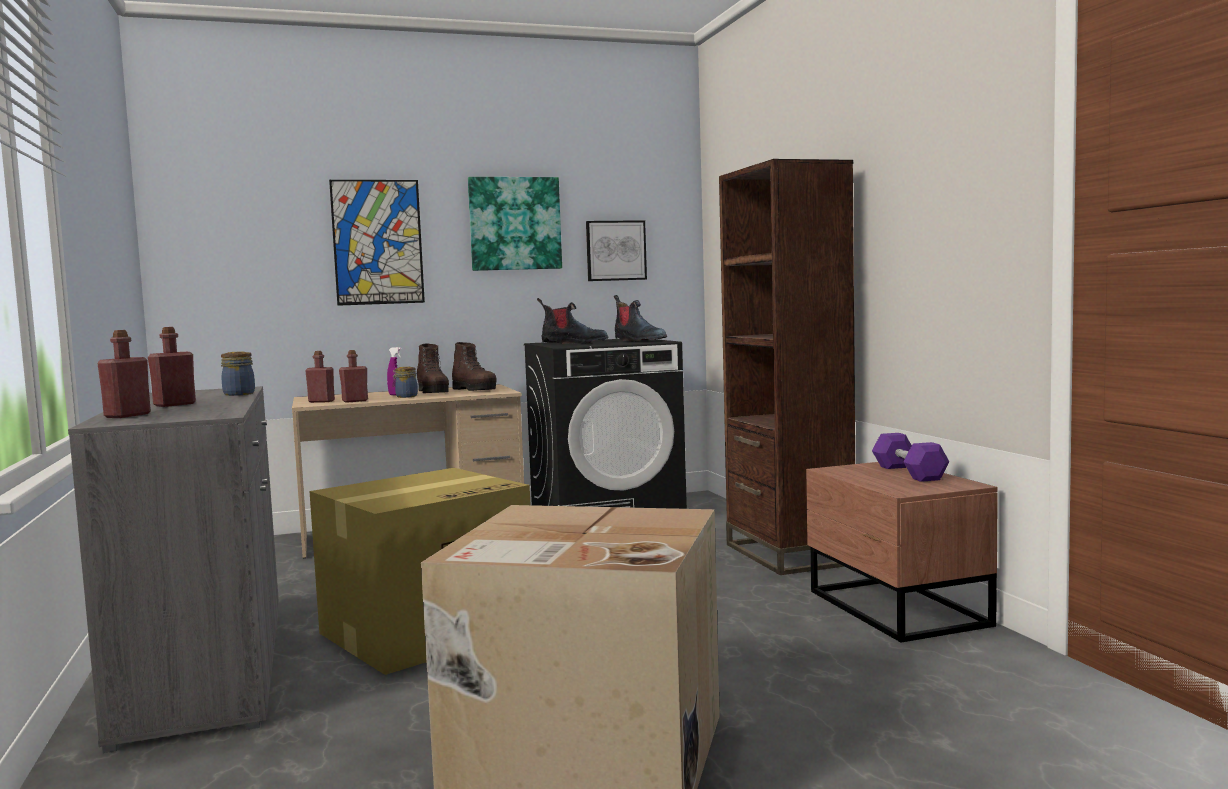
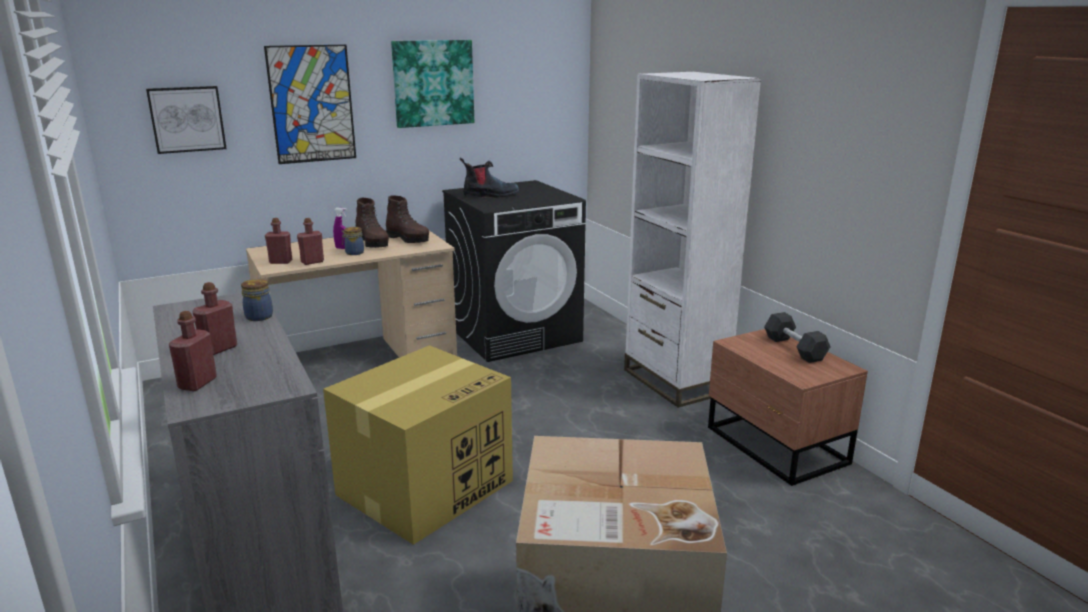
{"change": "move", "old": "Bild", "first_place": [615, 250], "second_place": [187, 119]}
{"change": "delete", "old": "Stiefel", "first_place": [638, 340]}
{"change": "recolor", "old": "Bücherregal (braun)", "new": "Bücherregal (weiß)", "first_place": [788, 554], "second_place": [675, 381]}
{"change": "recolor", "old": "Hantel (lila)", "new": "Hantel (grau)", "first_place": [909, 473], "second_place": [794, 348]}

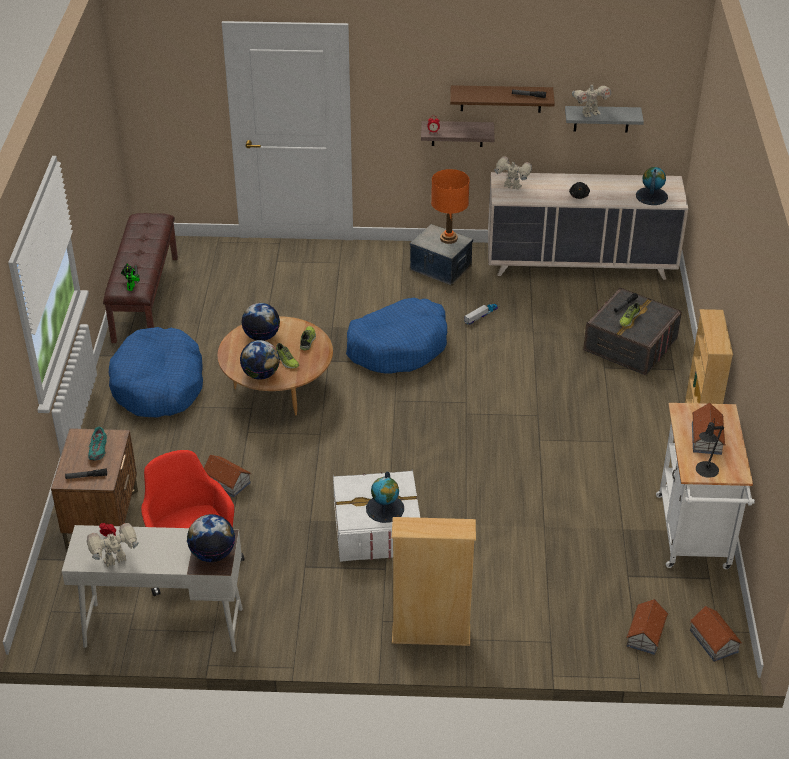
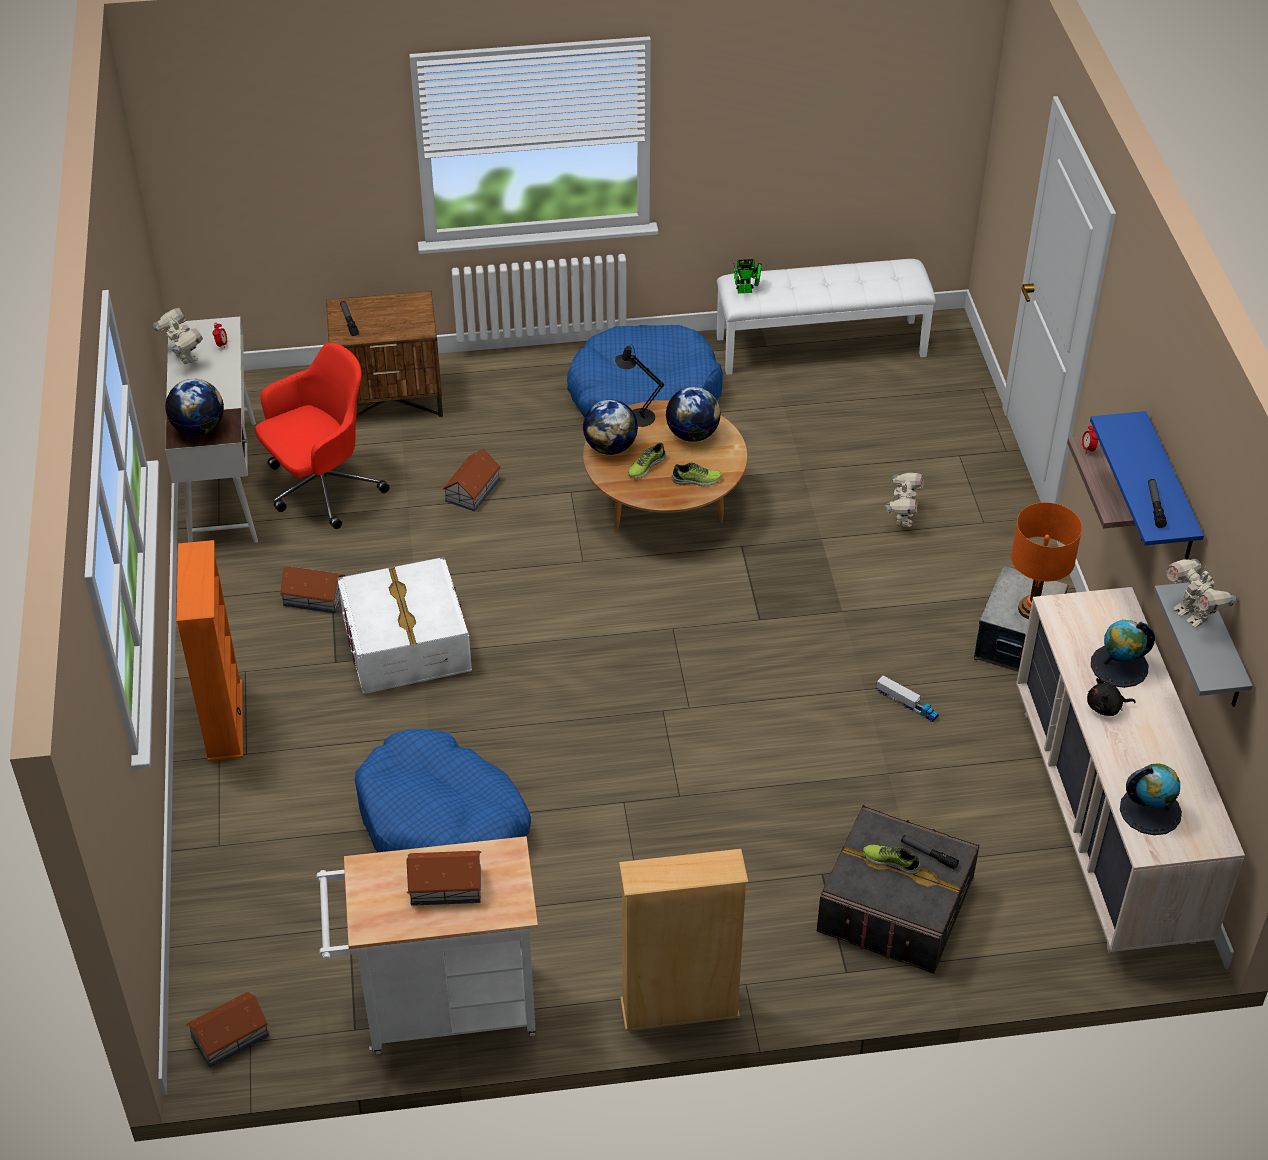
{"change": "delete", "old": "Schuh (türkis)", "first_place": [98, 449]}
{"change": "recolor", "old": "Bank (braun)", "new": "Bank (weiß)", "first_place": [145, 298], "second_place": [821, 346]}
{"change": "move", "old": "Hundebett (blau)", "first_place": [398, 346], "second_place": [442, 822]}
{"change": "move", "old": "Globus", "first_place": [385, 508], "second_place": [1119, 666]}
{"change": "recolor", "old": "Bücherregal (beige)", "new": "Bücherregal (orange)", "first_place": [431, 635], "second_place": [224, 721]}
{"change": "recolor", "old": "Wandregal (braun)", "new": "Wandregal (blau)", "first_place": [501, 98], "second_place": [1169, 490]}
{"change": "move", "old": "Spielzeugroboter", "first_place": [512, 187], "second_place": [902, 518]}
{"change": "move", "old": "Spielzeughaus", "first_place": [645, 634], "second_place": [314, 596]}
{"change": "move", "old": "Tischlampe (schwarz)", "first_place": [705, 471], "second_place": [637, 416]}

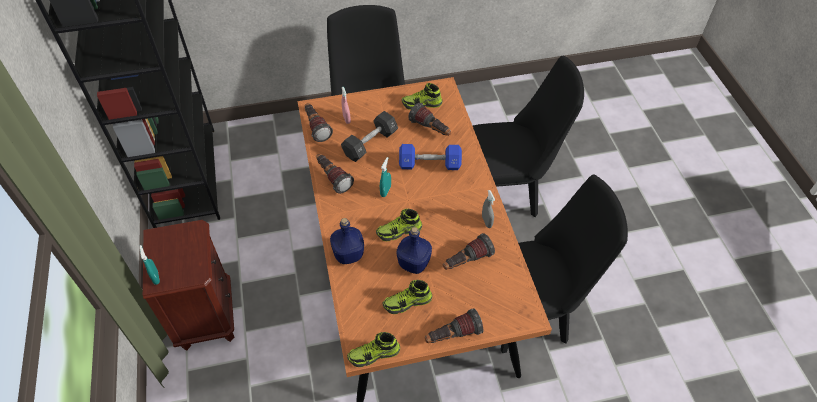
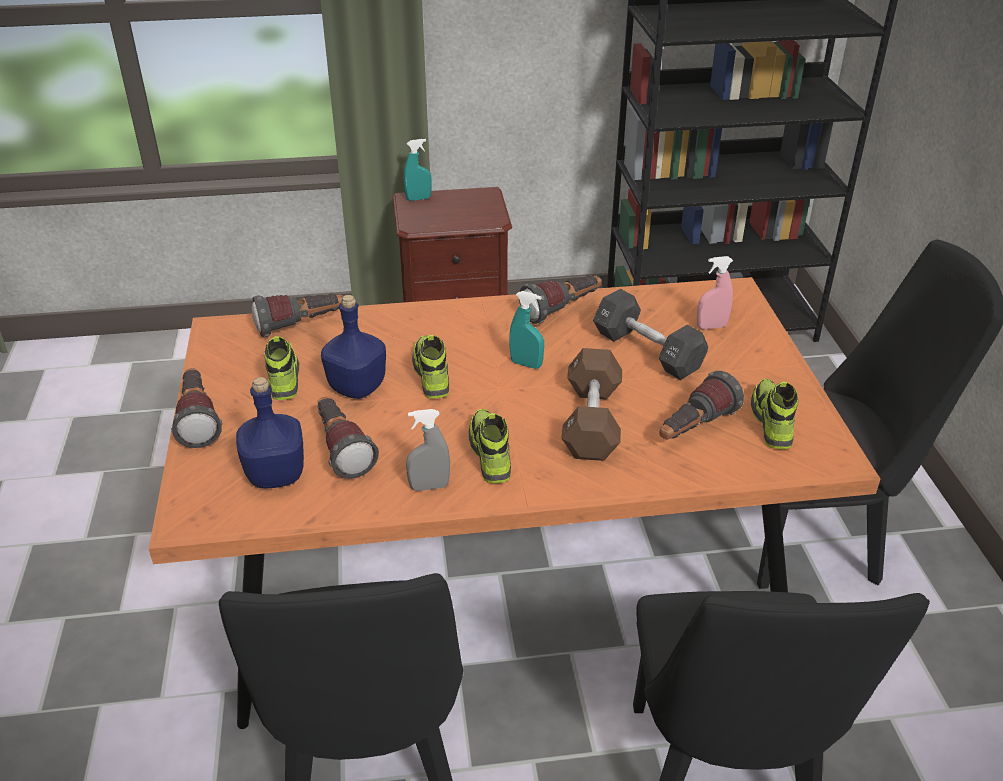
{"change": "move", "old": "Taschenlampe", "first_place": [316, 127], "second_place": [301, 326]}
{"change": "move", "old": "Flasche (blau)", "first_place": [349, 254], "second_place": [276, 476]}
{"change": "move", "old": "Schuh", "first_place": [374, 354], "second_place": [489, 454]}
{"change": "recolor", "old": "Hantel (blau)", "new": "Hantel (braun)", "first_place": [429, 164], "second_place": [591, 421]}

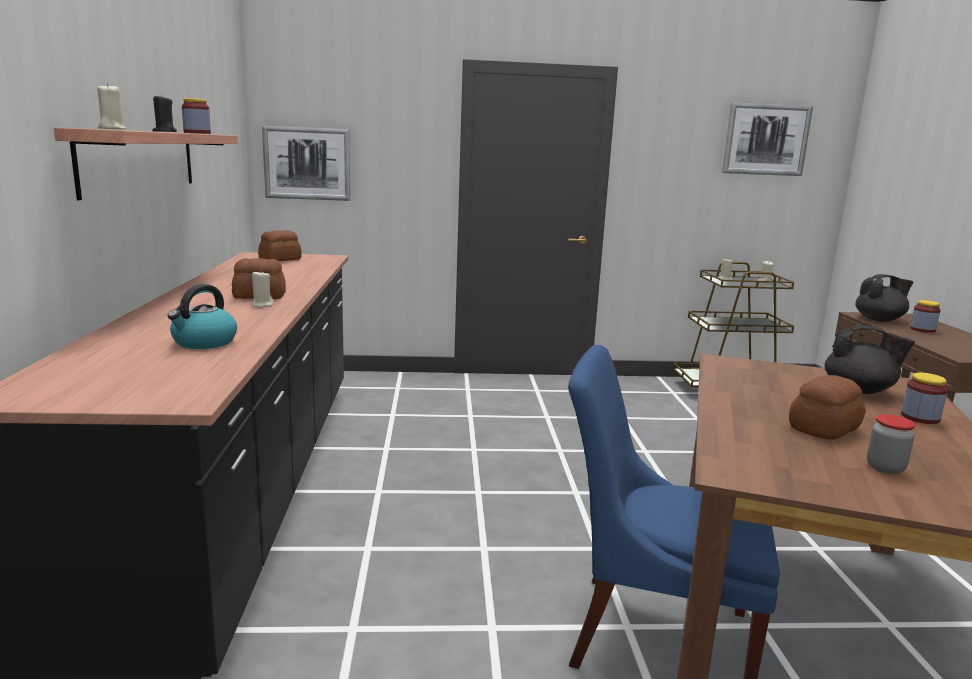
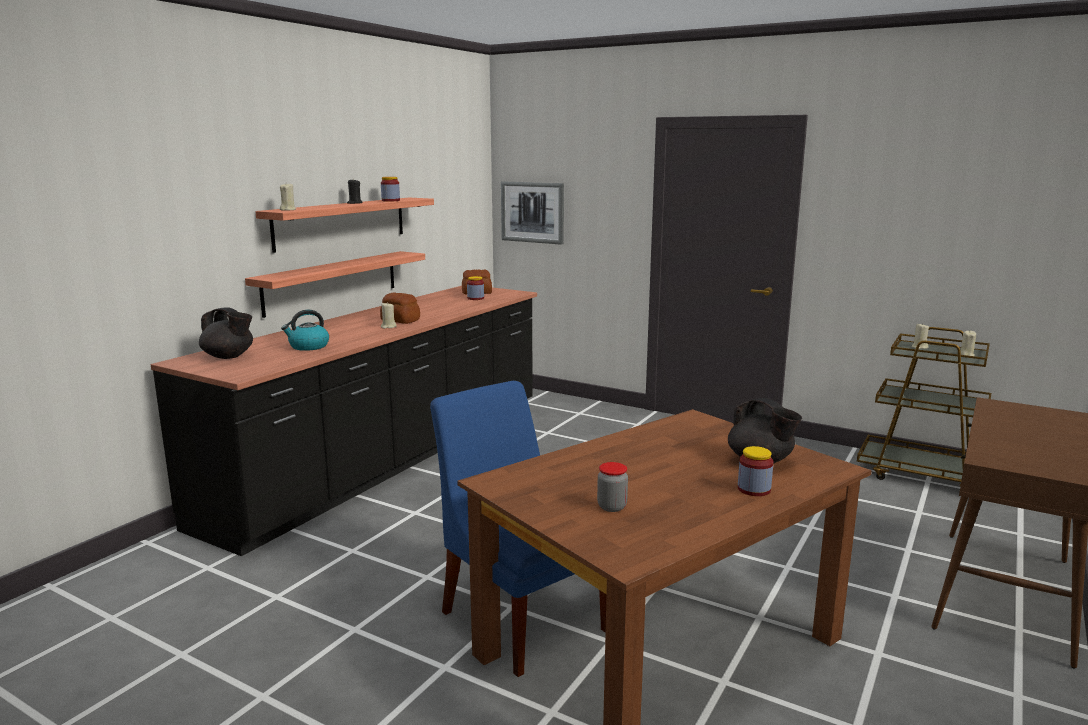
{"change": "delete", "old": "Bild", "first_place": [766, 139]}
{"change": "delete", "old": "Brot", "first_place": [822, 428]}
{"change": "move", "old": "Teekanne (schwarz)", "first_place": [879, 319], "second_place": [229, 357]}
{"change": "move", "old": "Vorratsglas", "first_place": [922, 330], "second_place": [475, 298]}
{"change": "insert", "new": "Wandregal", "second_place": [332, 282]}

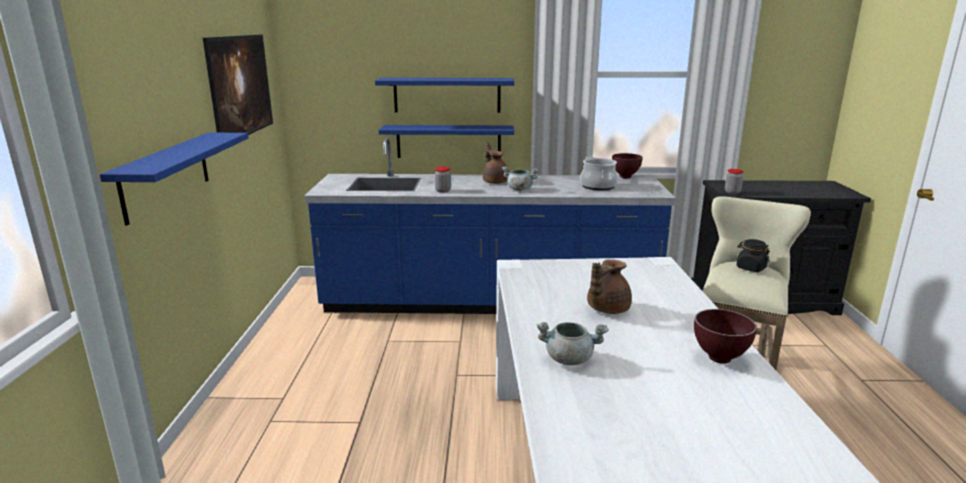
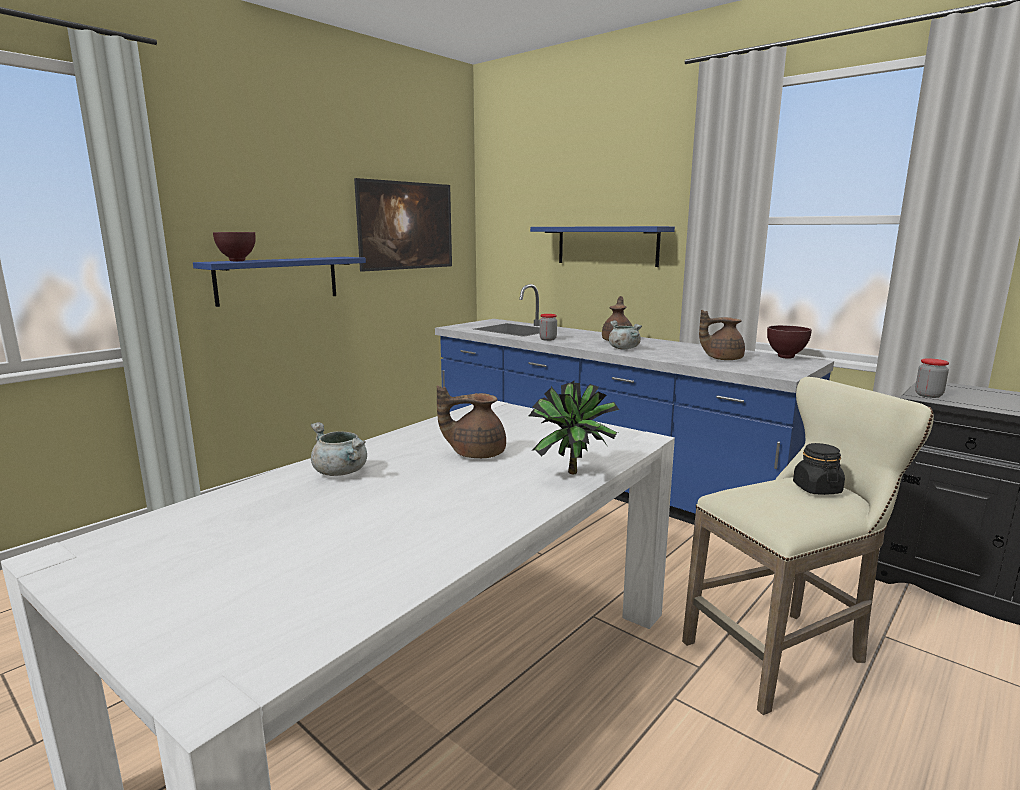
{"change": "delete", "old": "Wandregal (blau)", "first_place": [448, 141]}
{"change": "replace", "old": "Kochtopf", "new": "Teekanne (braun)", "first_place": [598, 186], "second_place": [721, 359]}
{"change": "move", "old": "Schüssel (braun)", "first_place": [721, 359], "second_place": [237, 261]}
{"change": "insert", "new": "Topfpflanze", "second_place": [573, 475]}

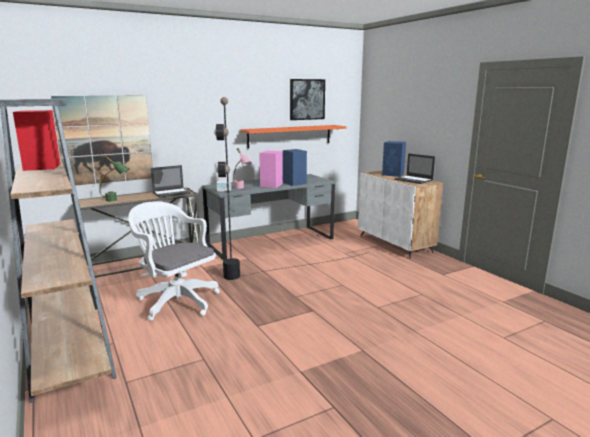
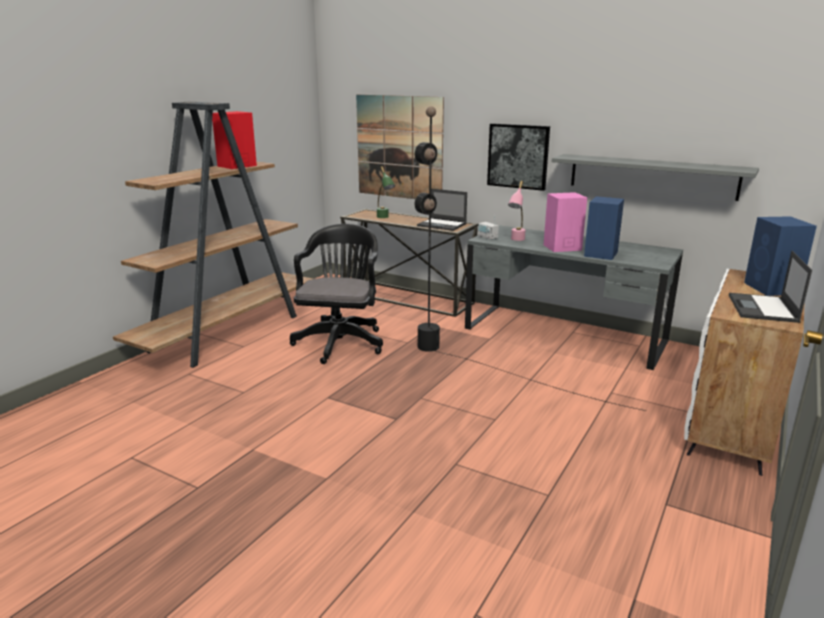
{"change": "recolor", "old": "Bürostuhl (weiß)", "new": "Bürostuhl (schwarz)", "first_place": [176, 301], "second_place": [341, 341]}
{"change": "recolor", "old": "Wandregal (orange)", "new": "Wandregal (grau)", "first_place": [290, 136], "second_place": [652, 176]}
{"change": "move", "old": "Bild", "first_place": [307, 99], "second_place": [518, 156]}

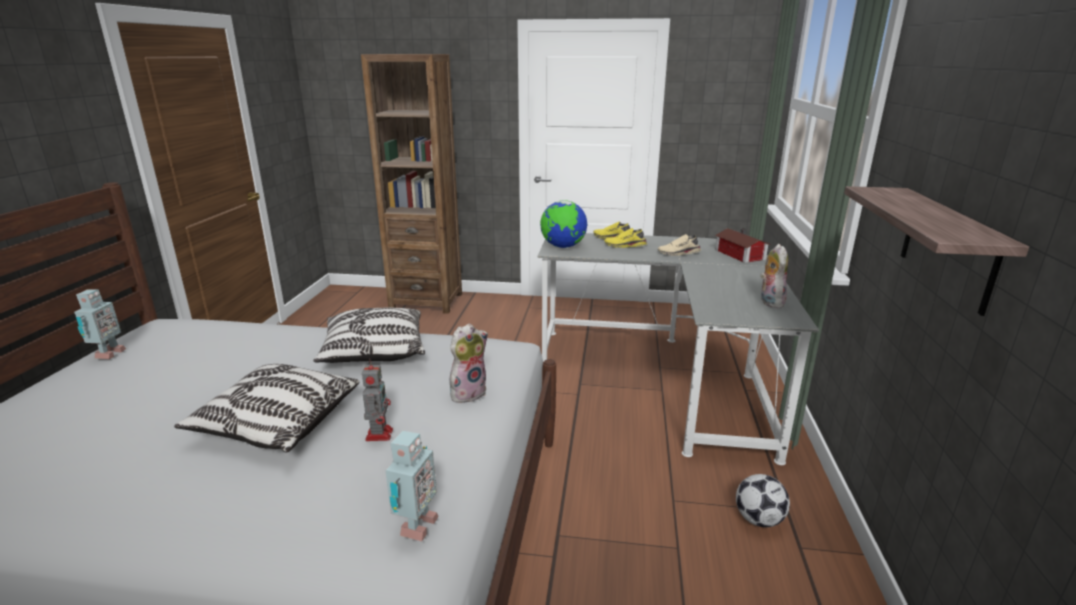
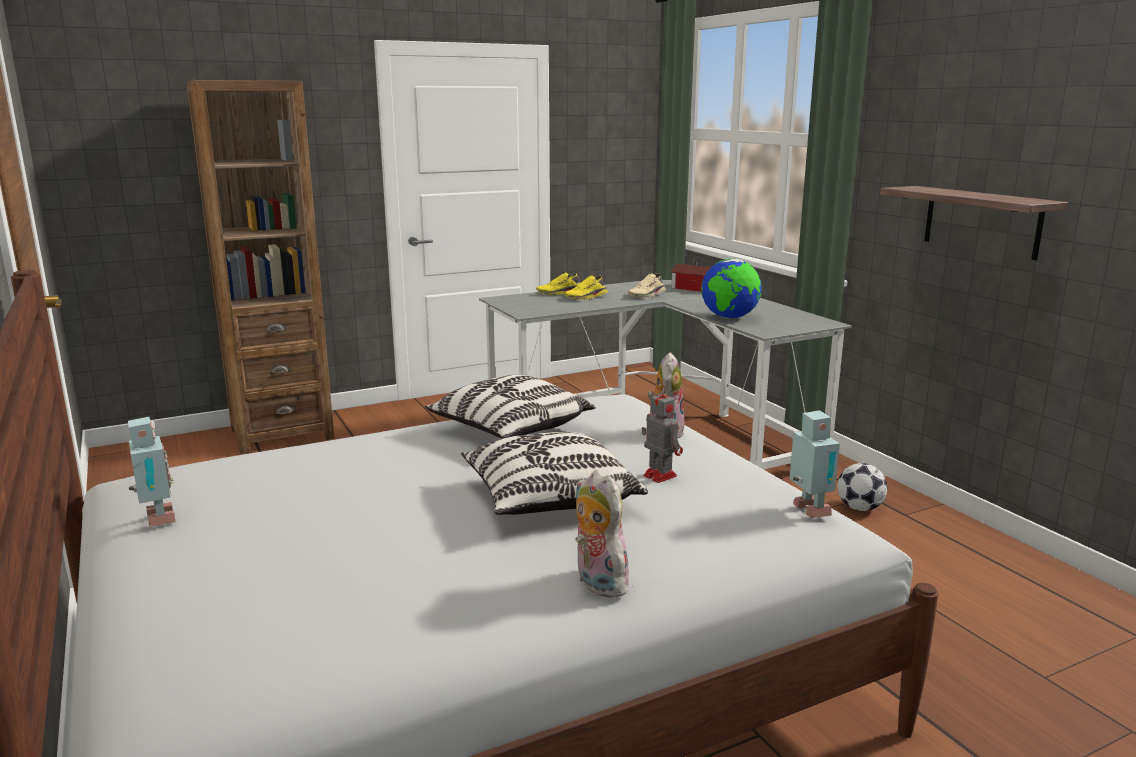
{"change": "move", "old": "Globus", "first_place": [563, 247], "second_place": [729, 318]}
{"change": "move", "old": "Plüschtier", "first_place": [769, 302], "second_place": [597, 583]}

